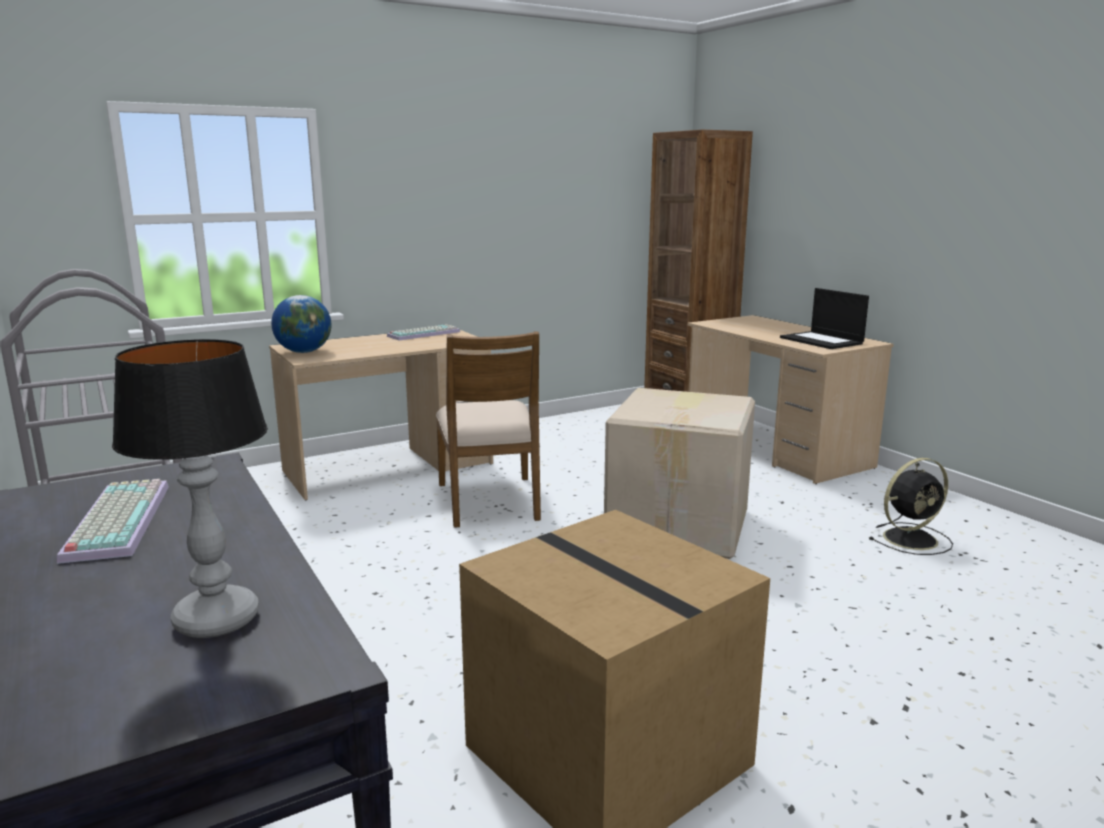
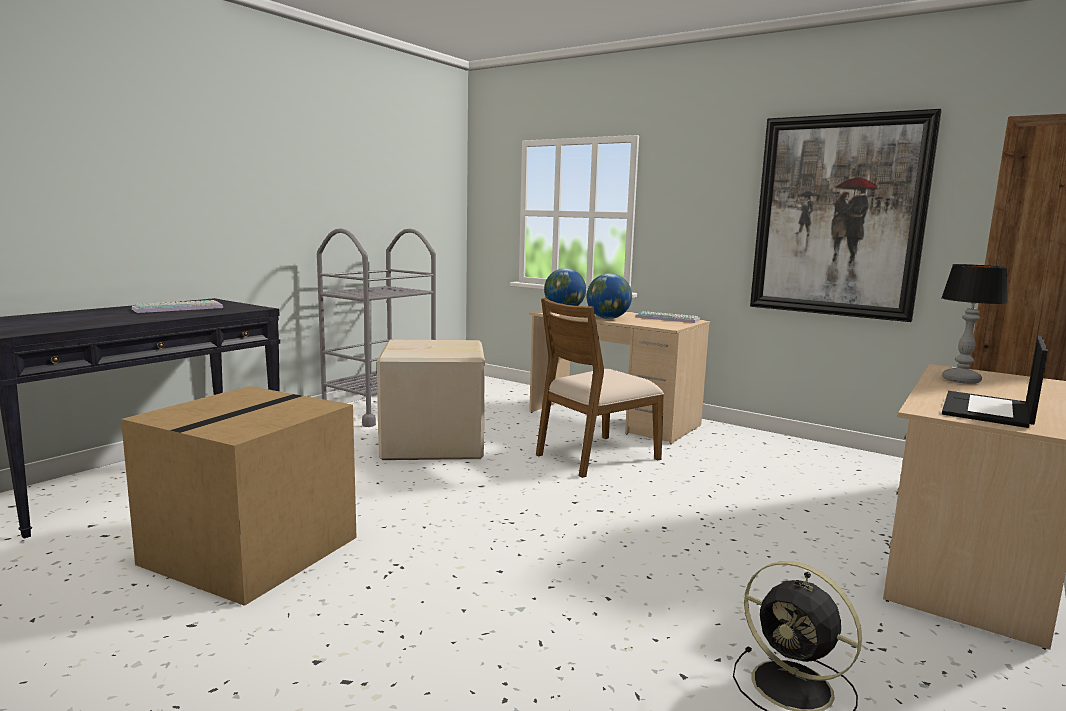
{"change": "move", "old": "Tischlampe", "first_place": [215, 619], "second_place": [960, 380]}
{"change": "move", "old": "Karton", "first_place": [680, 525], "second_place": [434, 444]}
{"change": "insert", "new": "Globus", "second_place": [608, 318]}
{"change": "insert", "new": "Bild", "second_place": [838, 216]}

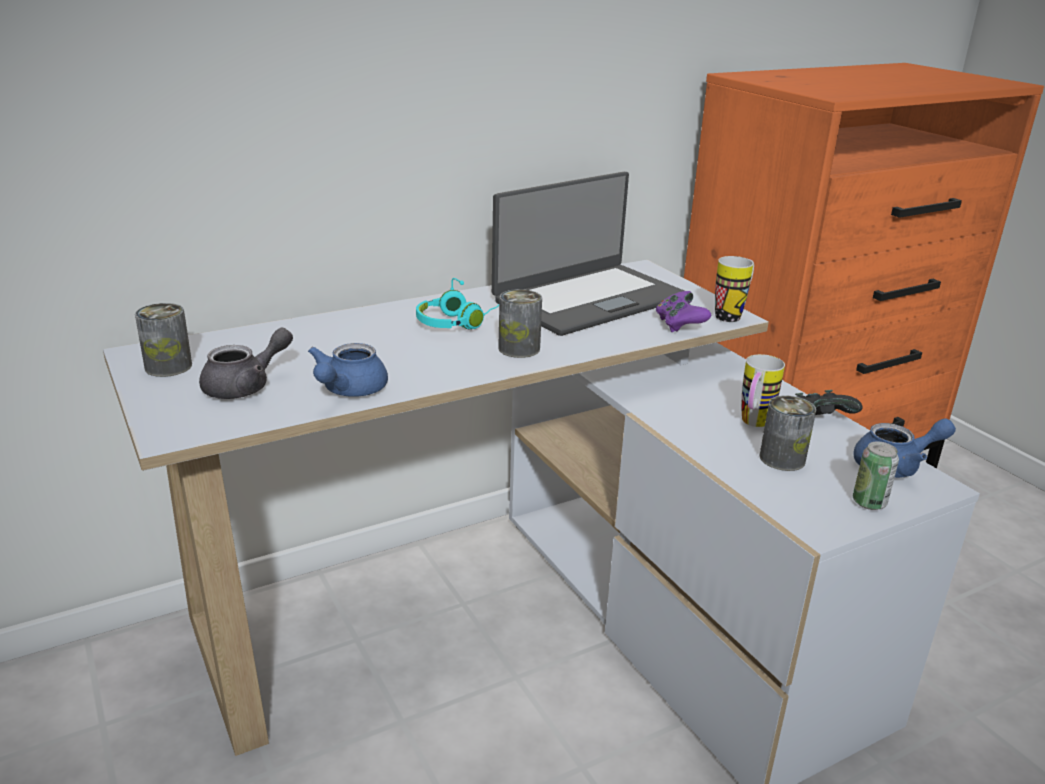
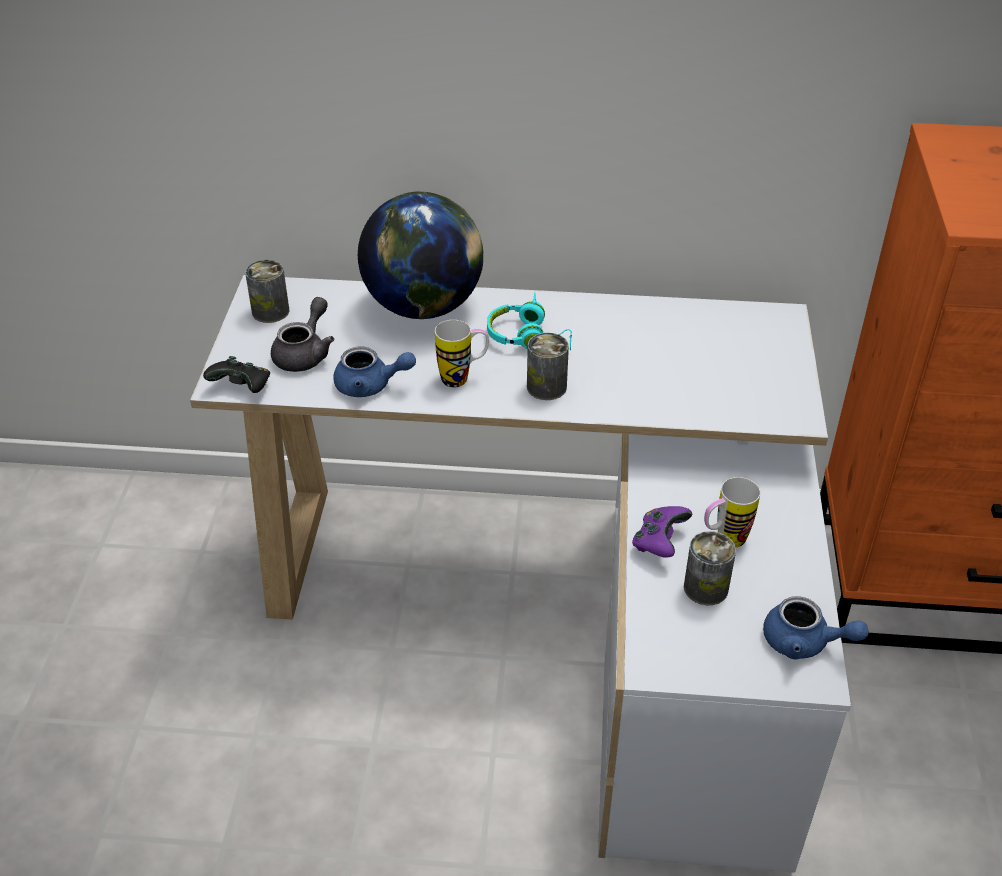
{"change": "rotate", "old": "Teekanne (grau)", "first_place": [246, 386], "second_place": [305, 353], "degrees": -60}
{"change": "rotate", "old": "Teekanne (blau)", "first_place": [348, 391], "second_place": [370, 386], "degrees": -135}
{"change": "delete", "old": "Laptop", "first_place": [589, 299]}
{"change": "move", "old": "Gamepad (lila)", "first_place": [679, 325], "second_place": [659, 542]}
{"change": "move", "old": "Henkelbecher", "first_place": [732, 315], "second_place": [463, 378]}
{"change": "move", "old": "Gamepad (schwarz)", "first_place": [819, 420], "second_place": [243, 388]}
{"change": "delete", "old": "Dose", "first_place": [869, 502]}
{"change": "insert", "new": "Globus", "second_place": [423, 307]}

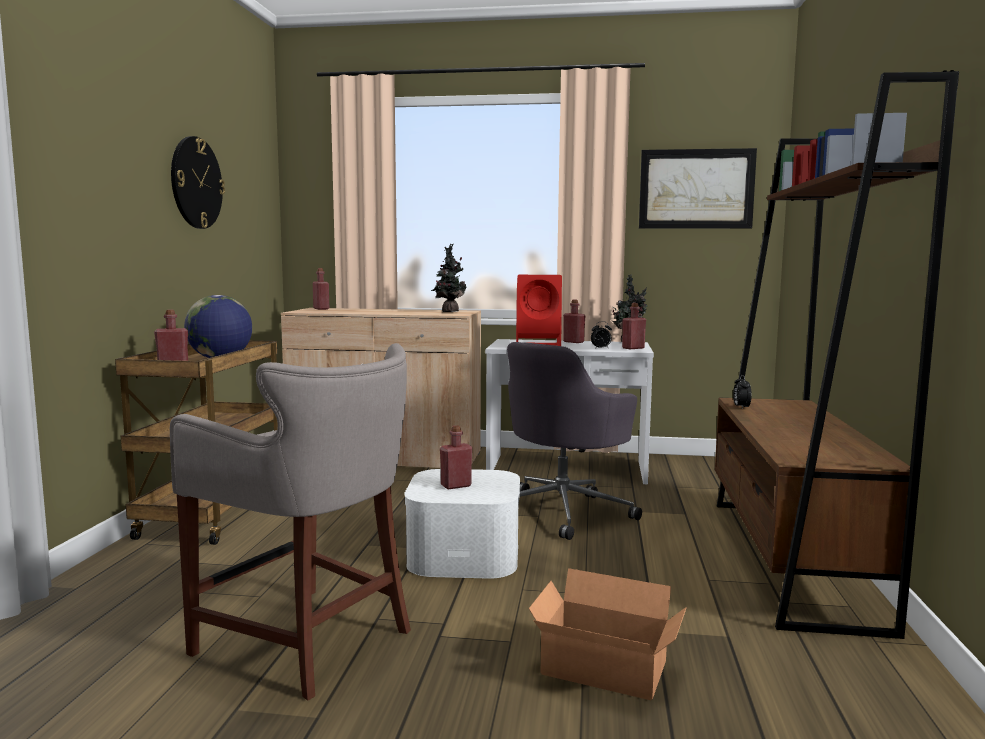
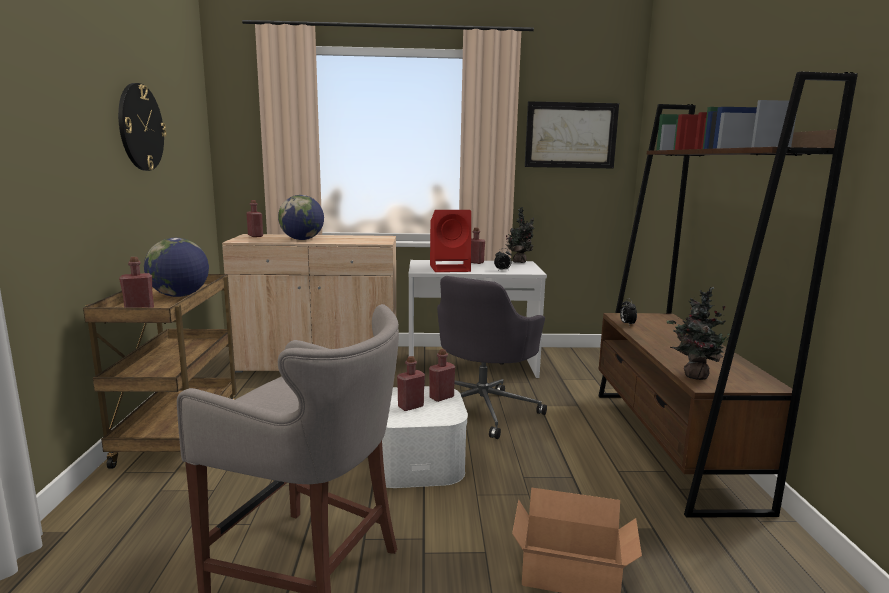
{"change": "move", "old": "Topfpflanze", "first_place": [448, 311], "second_place": [693, 376]}
{"change": "move", "old": "Flasche (rot)", "first_place": [633, 348], "second_place": [441, 397]}
{"change": "insert", "new": "Globus", "second_place": [302, 239]}

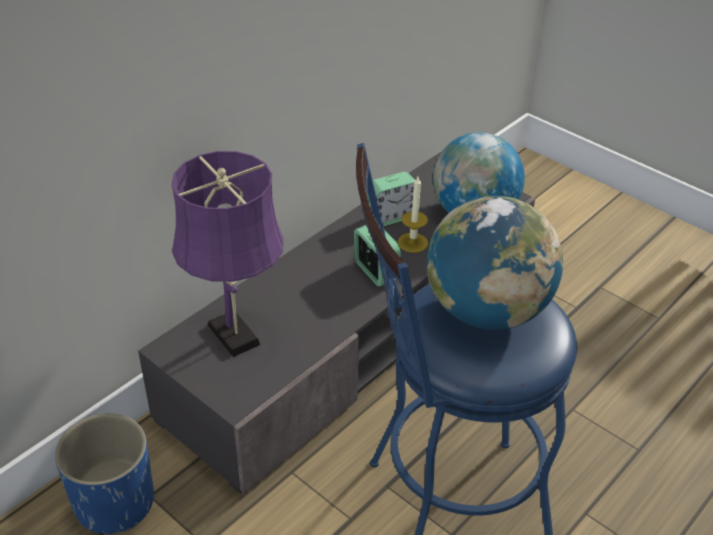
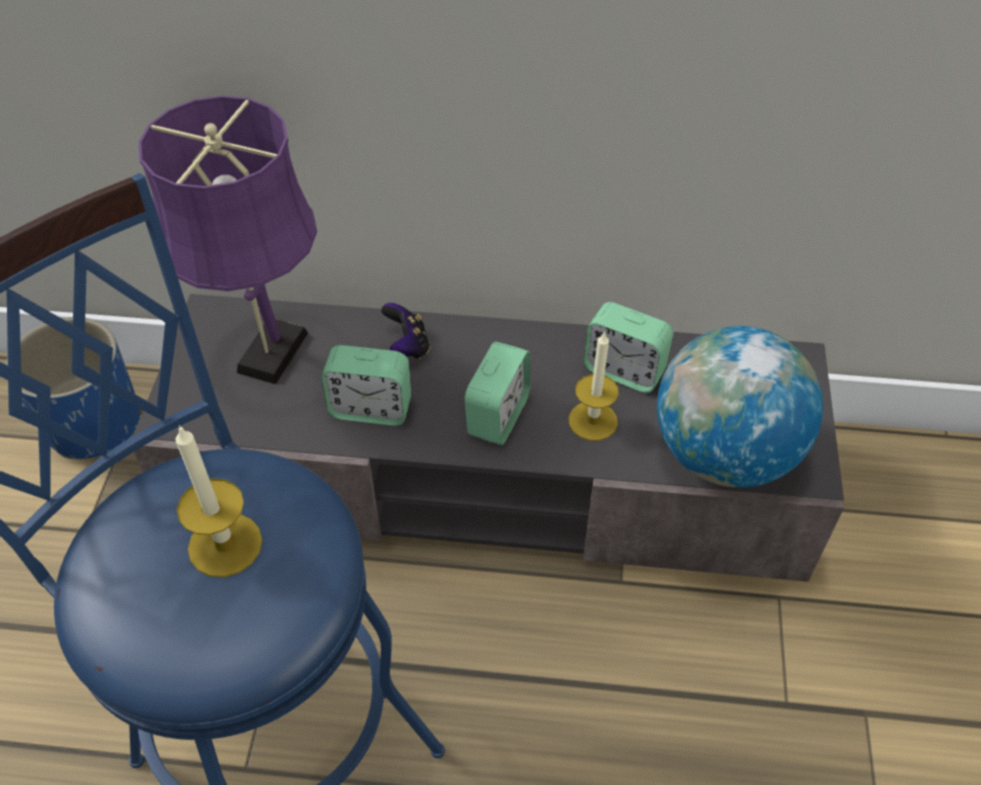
{"change": "replace", "old": "Globus", "new": "Kerze", "first_place": [486, 311], "second_place": [225, 545]}
{"change": "insert", "new": "Wecker", "second_place": [371, 408]}
{"change": "insert", "new": "Gamepad", "second_place": [407, 346]}

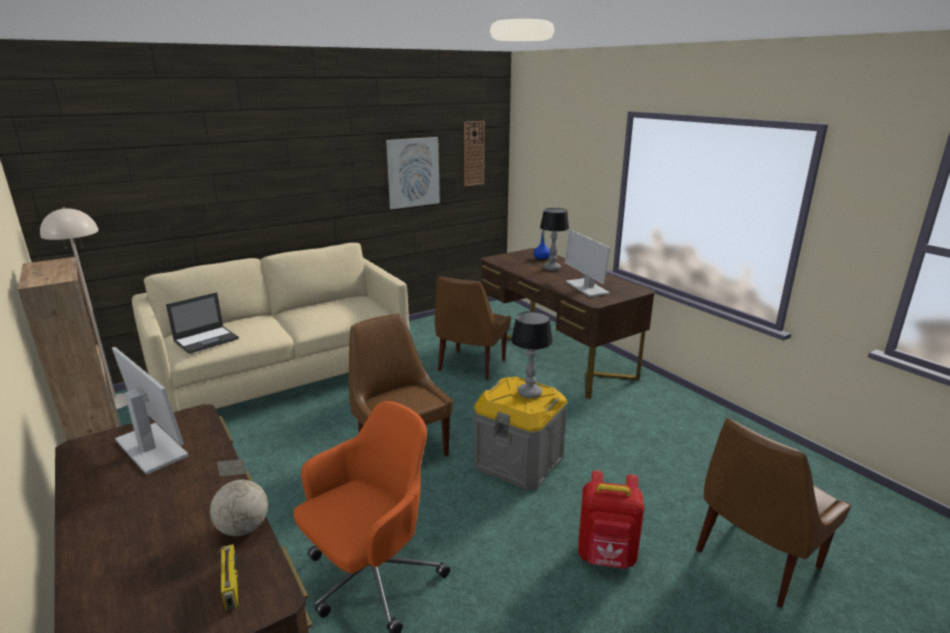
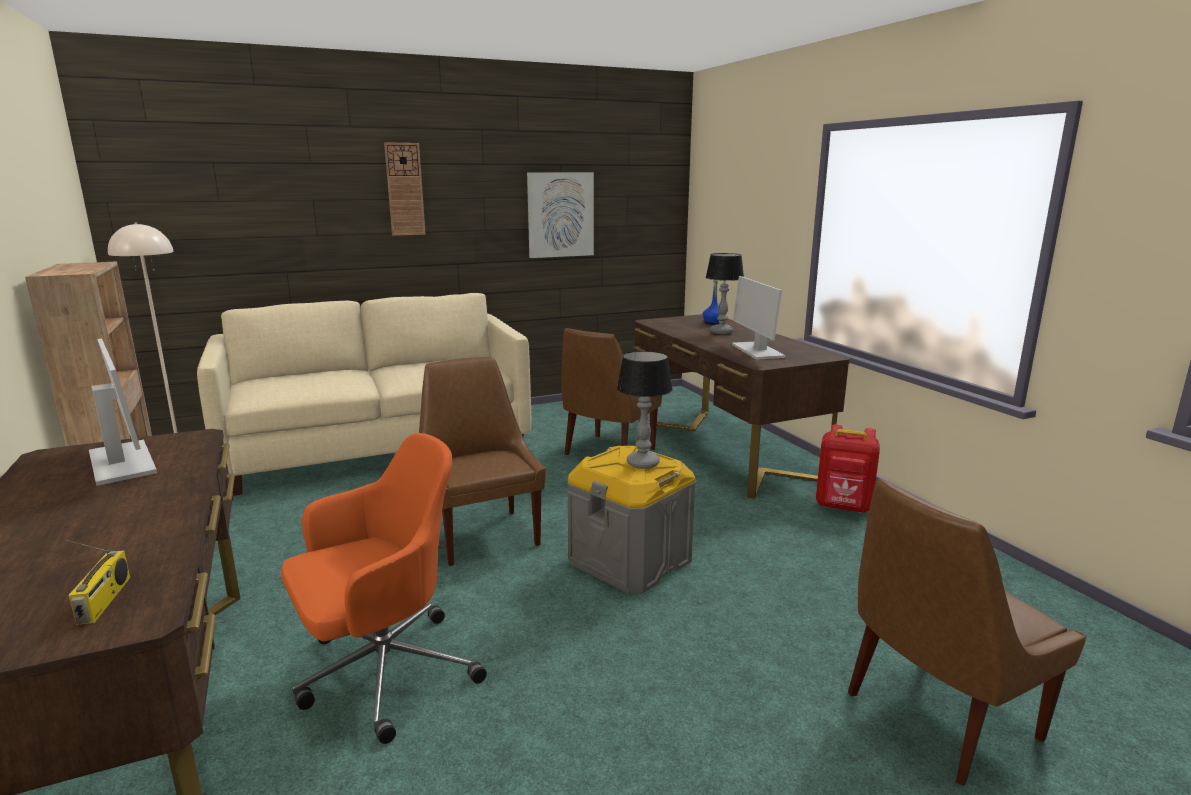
{"change": "delete", "old": "Laptop", "first_place": [207, 340]}
{"change": "delete", "old": "Globus", "first_place": [243, 528]}
{"change": "move", "old": "Wanduhr", "first_place": [473, 153], "second_place": [405, 189]}
{"change": "move", "old": "Rucksack (rot)", "first_place": [606, 557], "second_place": [843, 507]}

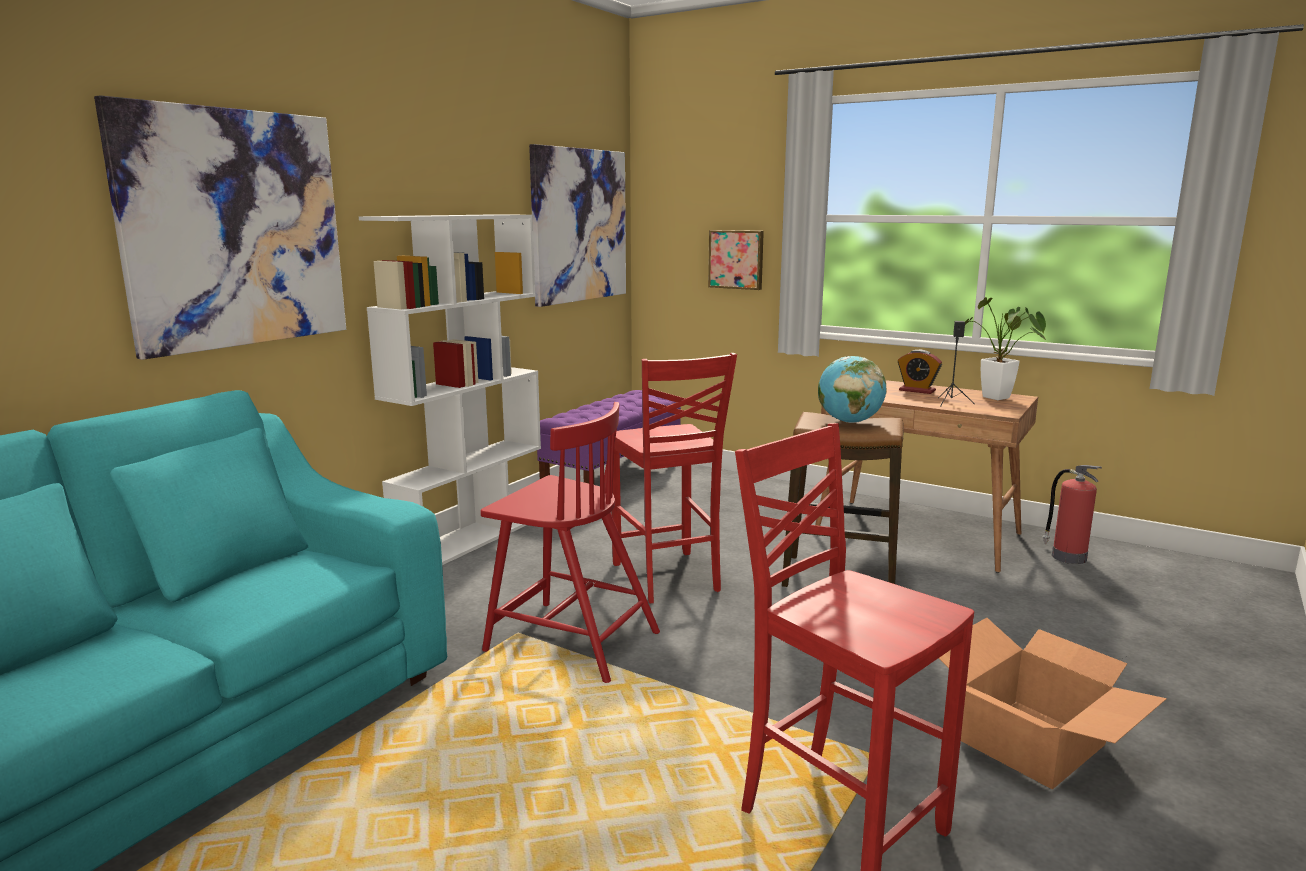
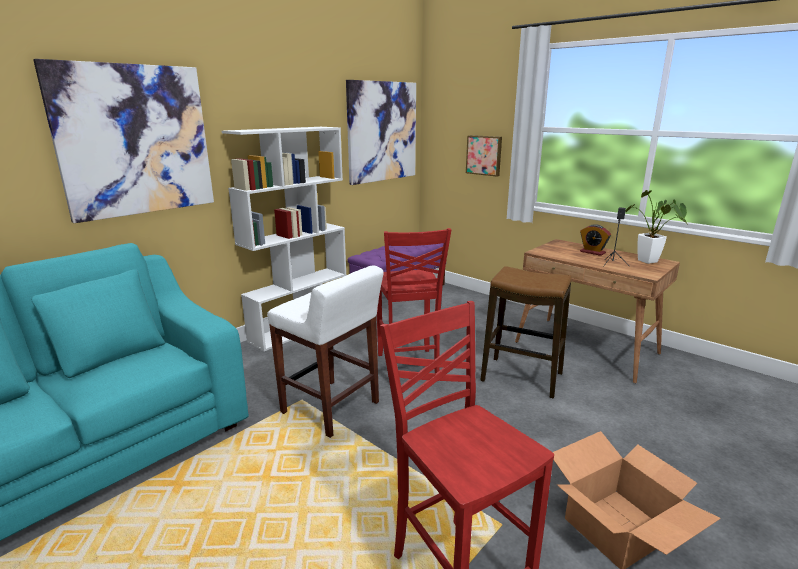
{"change": "replace", "old": "Stuhl (rot)", "new": "Hocker (weiß)", "first_place": [569, 640], "second_place": [331, 408]}
{"change": "delete", "old": "Globus", "first_place": [849, 422]}
{"change": "delete", "old": "Feuerlöscher", "first_place": [1067, 556]}

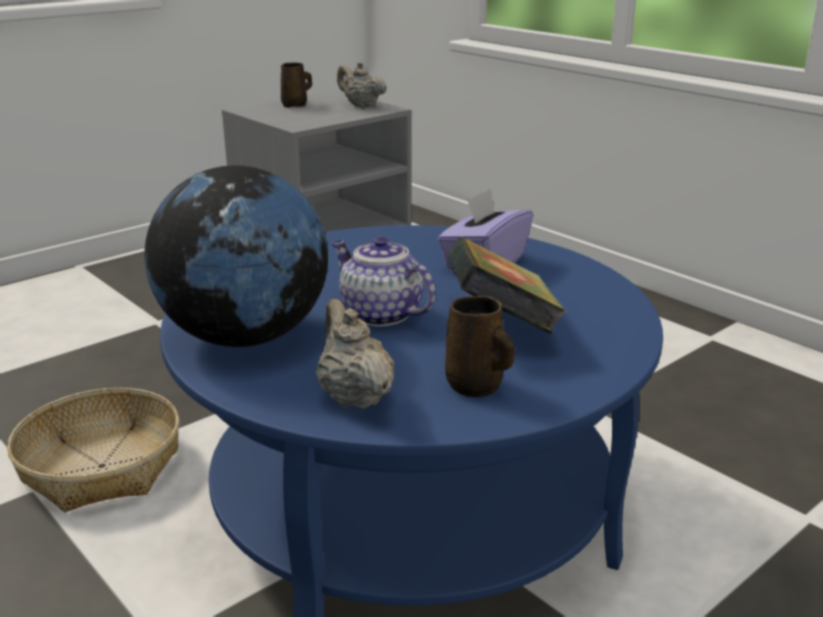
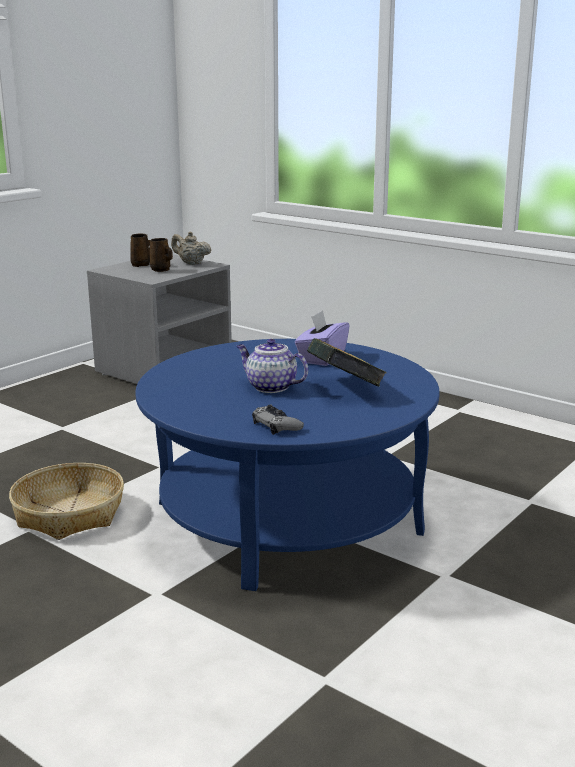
{"change": "delete", "old": "Globus", "first_place": [244, 337]}
{"change": "replace", "old": "Teekanne (beige)", "new": "Gamepad (grau)", "first_place": [354, 397], "second_place": [276, 425]}
{"change": "move", "old": "Henkelbecher (braun)", "first_place": [476, 387], "second_place": [161, 270]}

